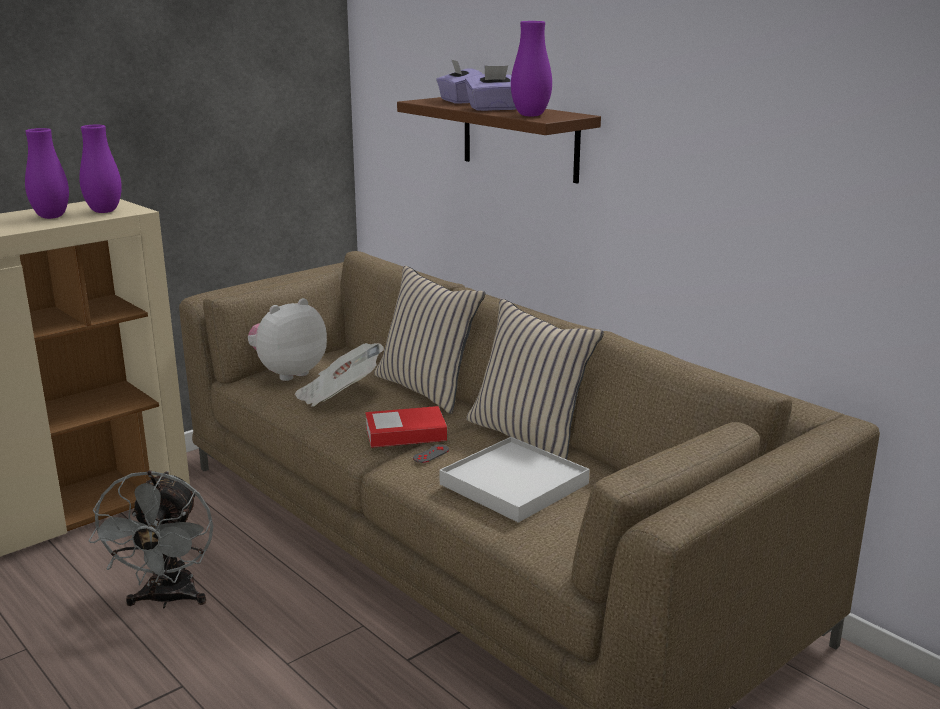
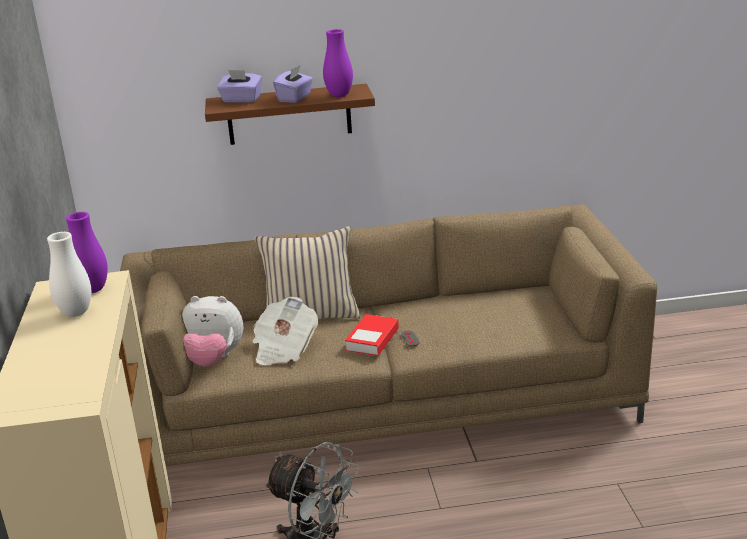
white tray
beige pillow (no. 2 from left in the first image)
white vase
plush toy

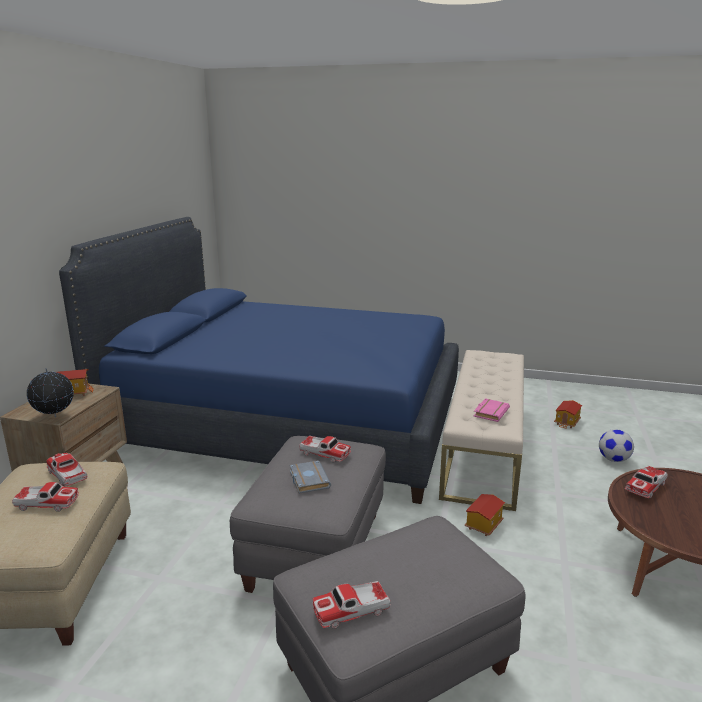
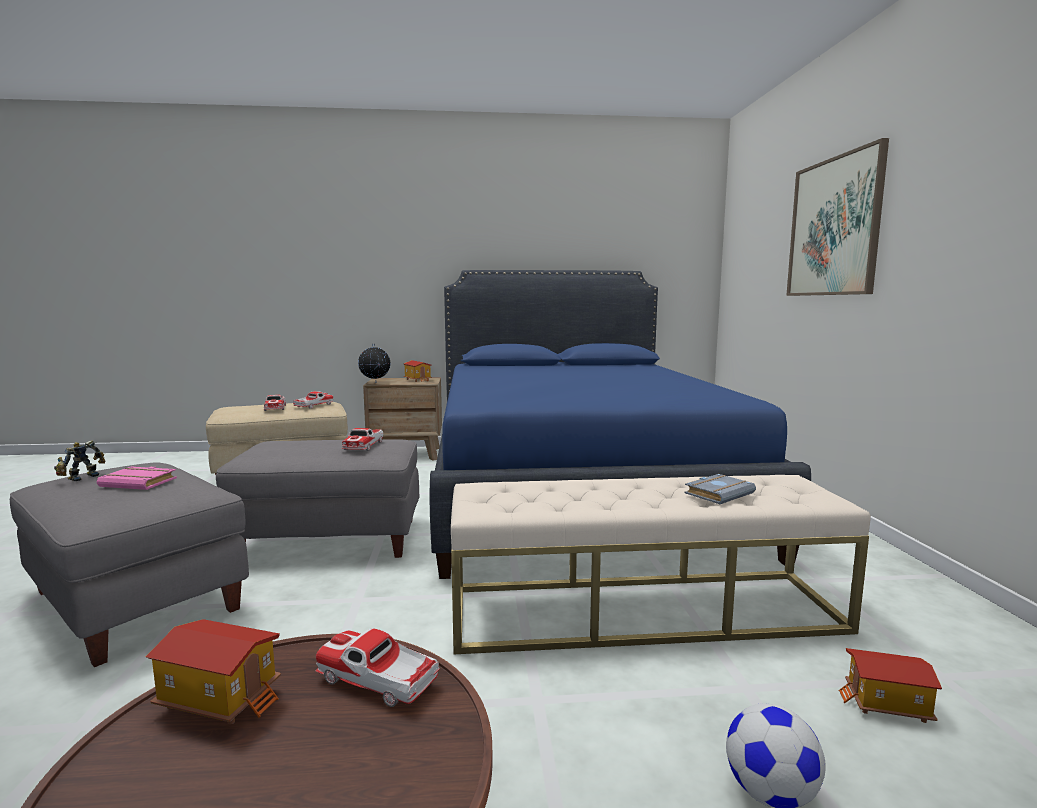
picture
grey book
toy house (no. 1 from left)
pink book
toy robot

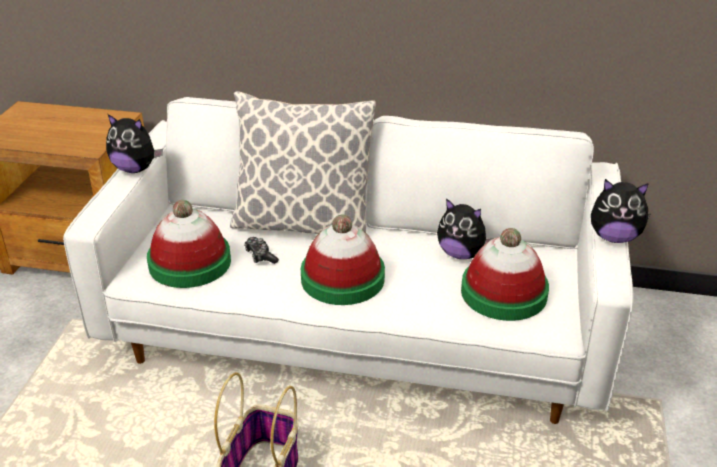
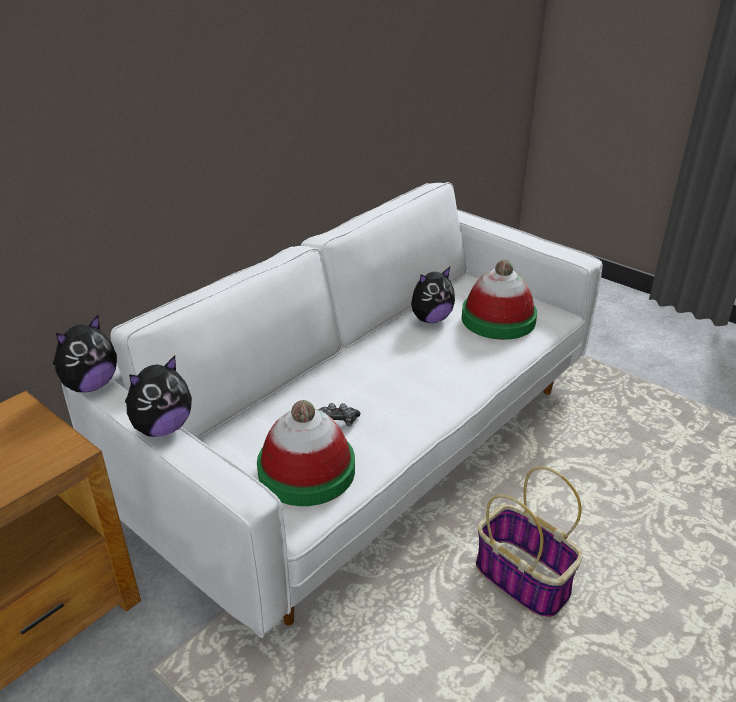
pillow
hat (no. 2 from left in the first image)
plush toy (no. 1 from left)

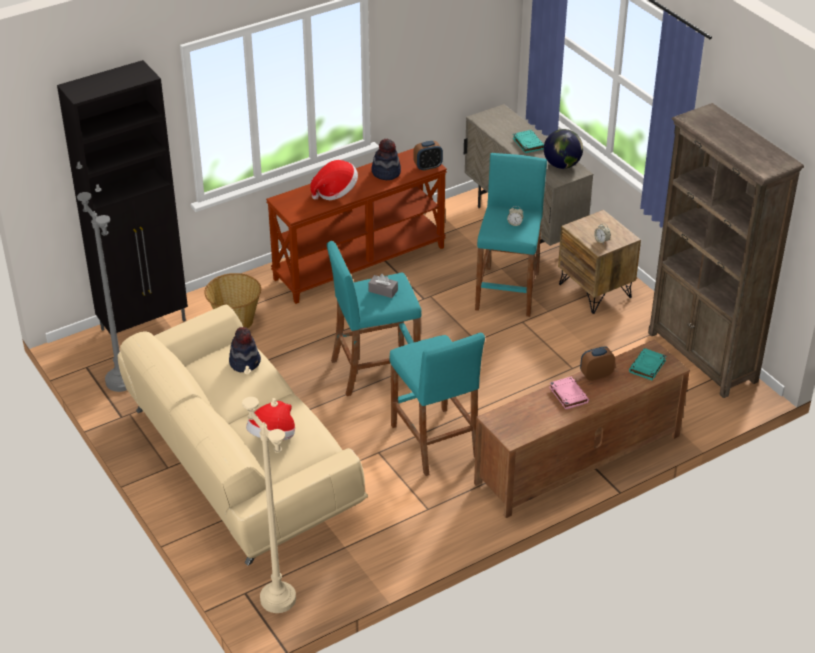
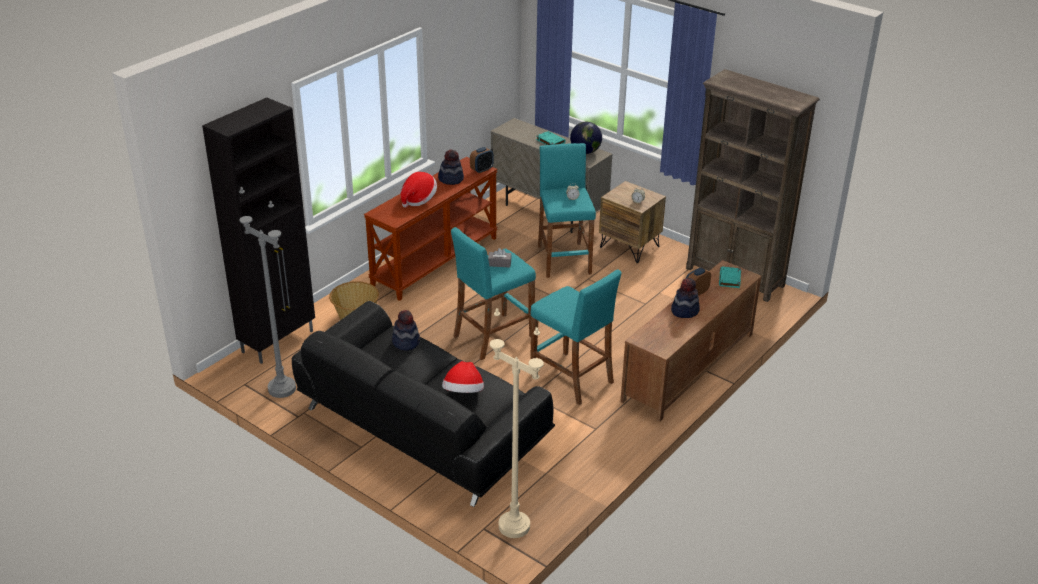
hat (no. 5 from left)
black sofa

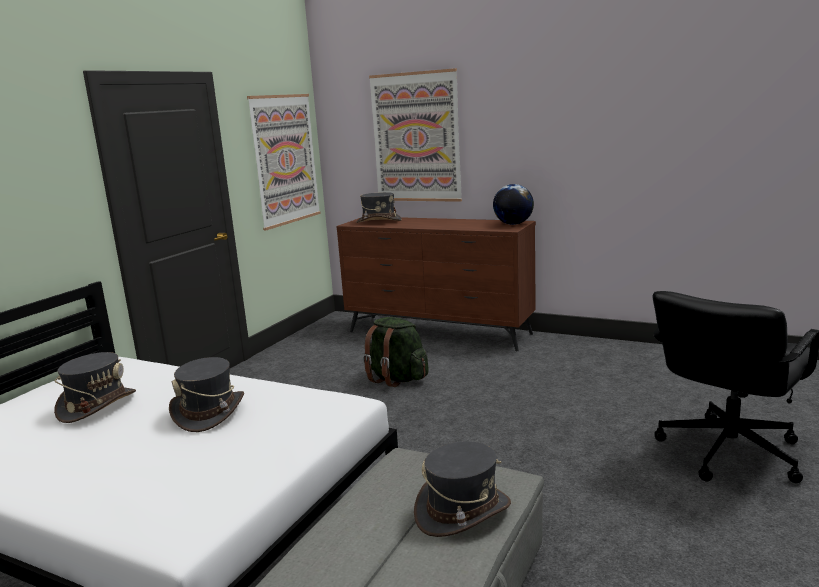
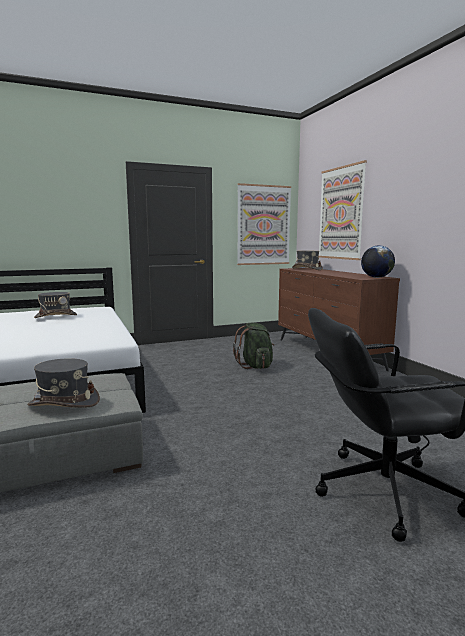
grey hat (no. 2 from left in the first image)

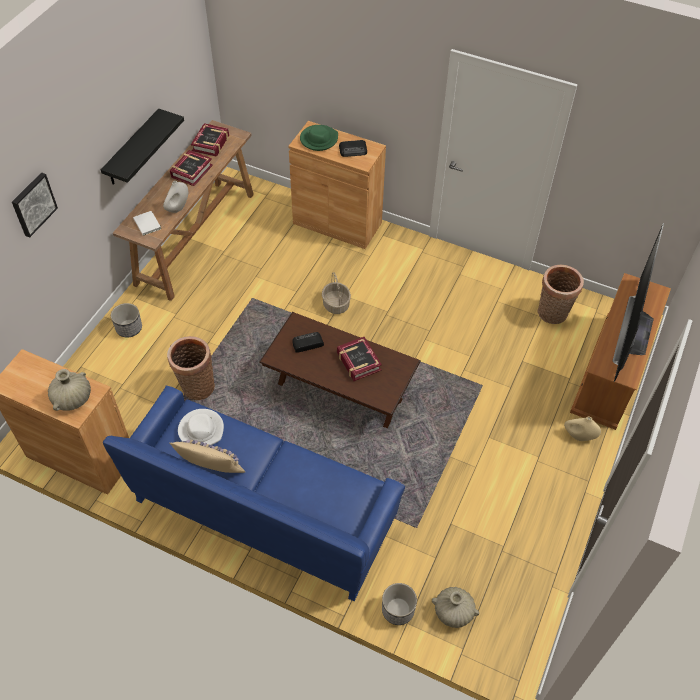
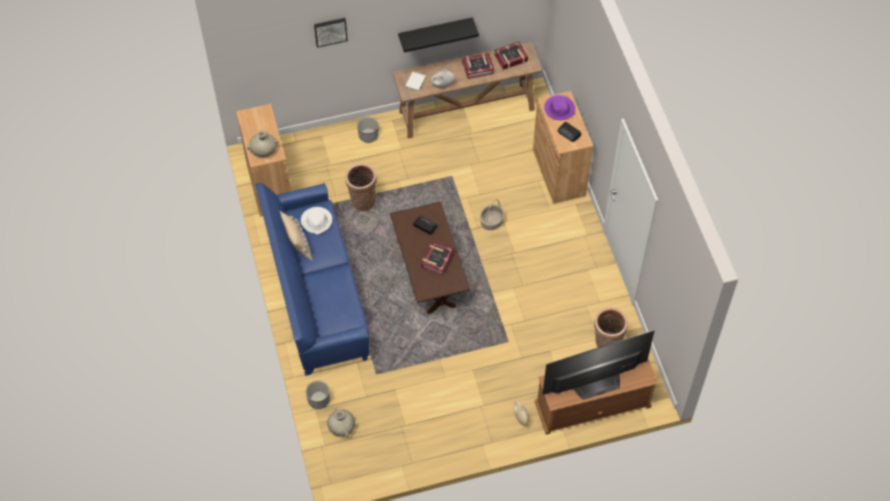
purple hat

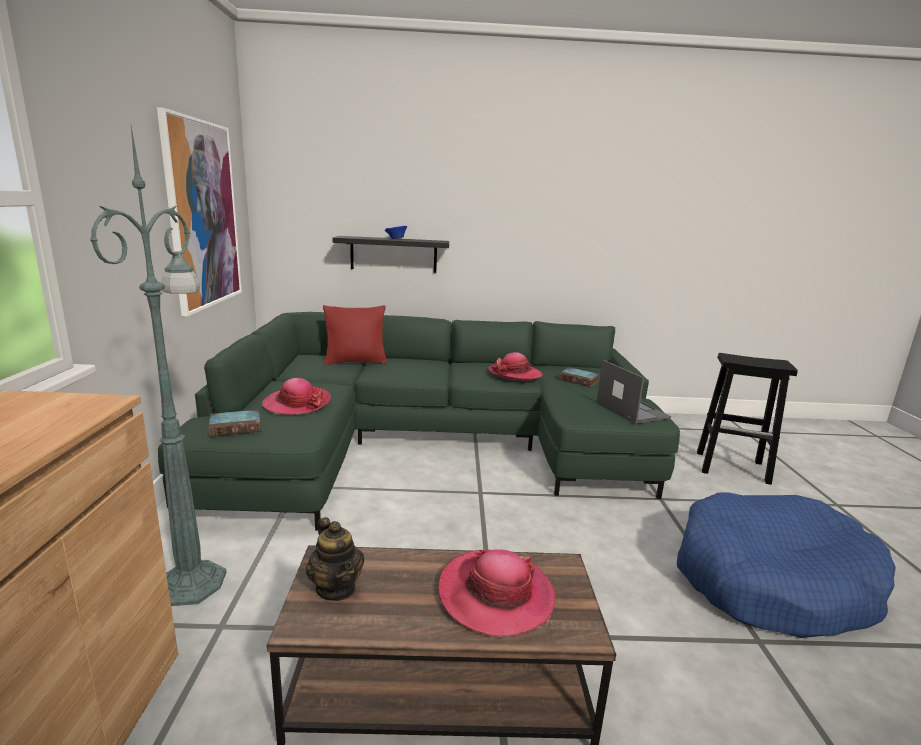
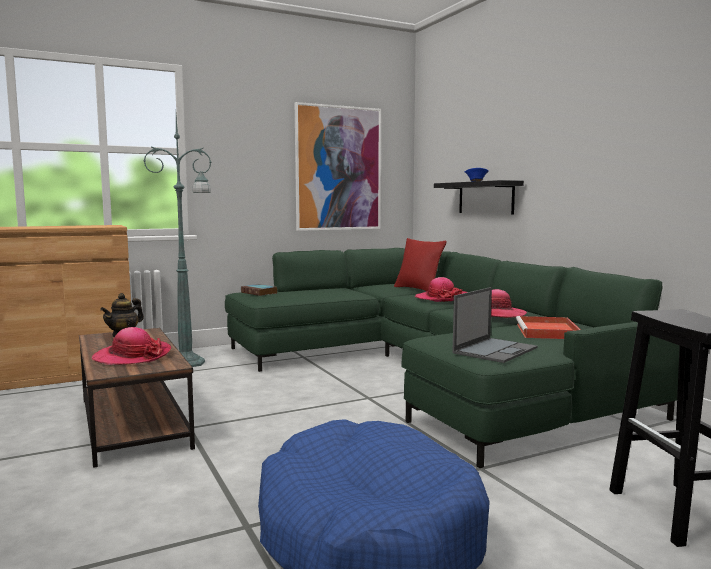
hat (no. 2 from left)
red tray

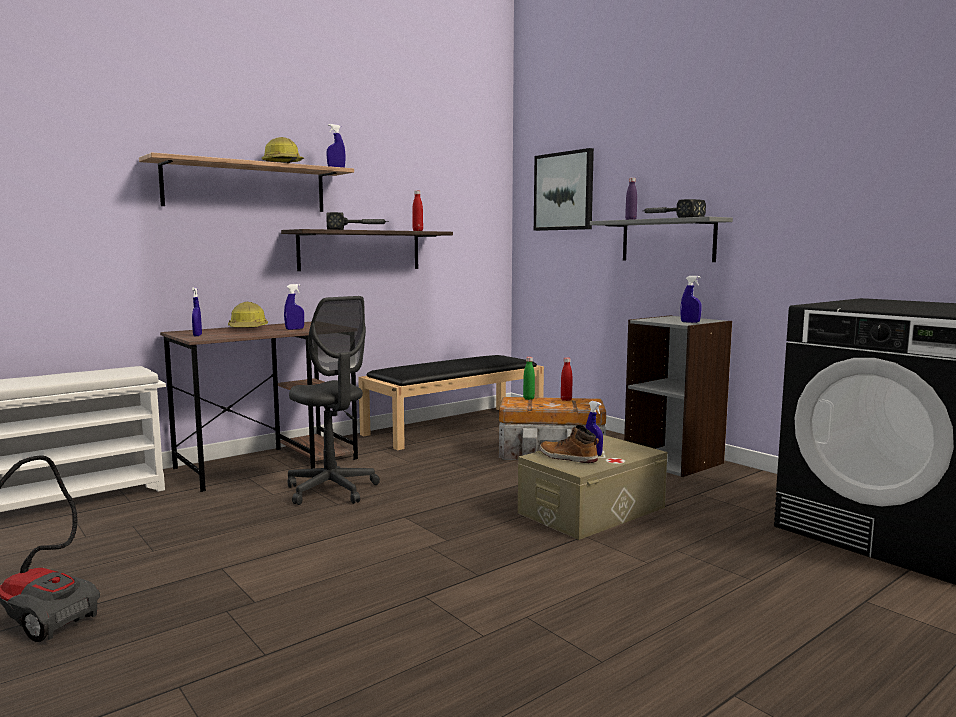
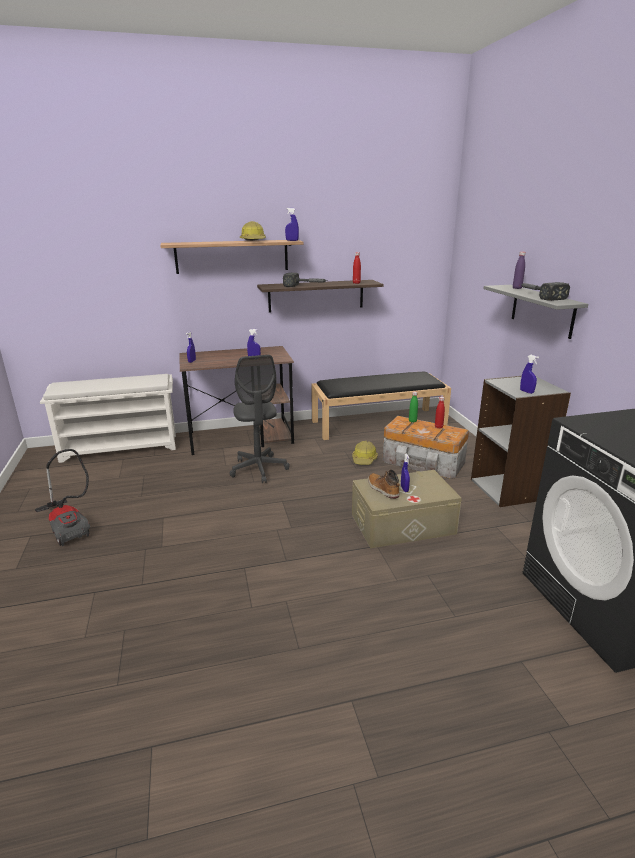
picture
hard hat (no. 2 from left)

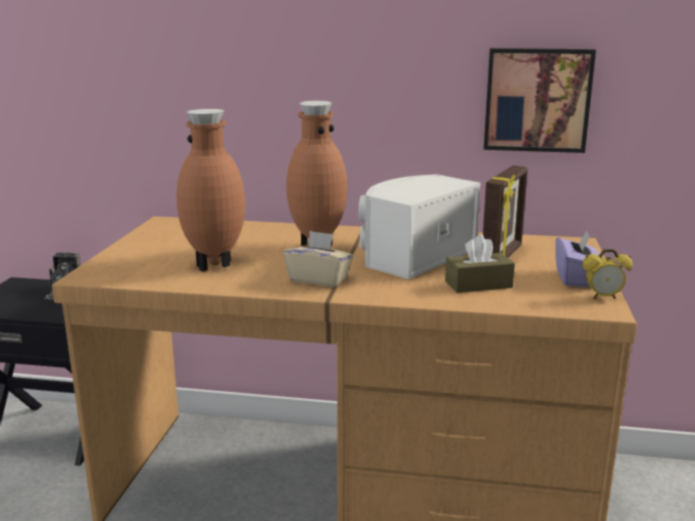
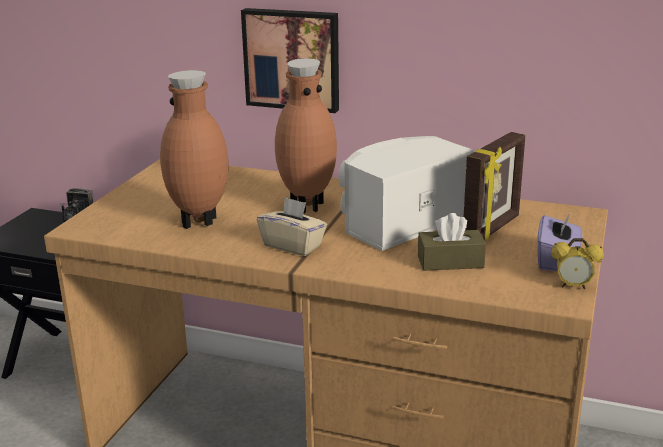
picture

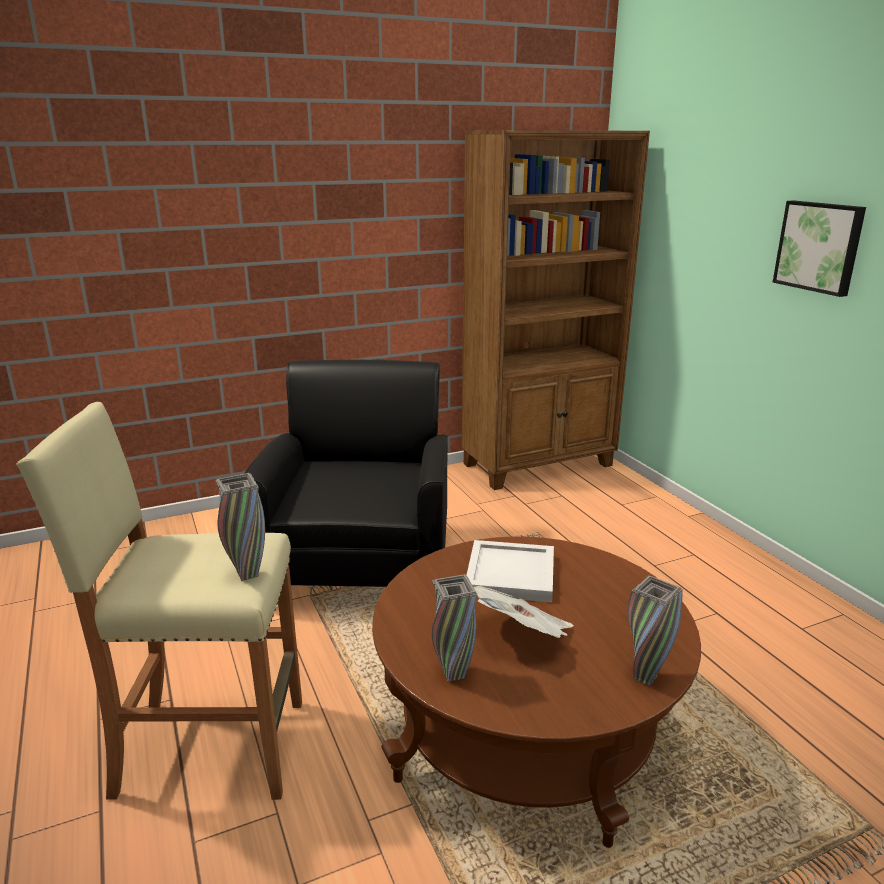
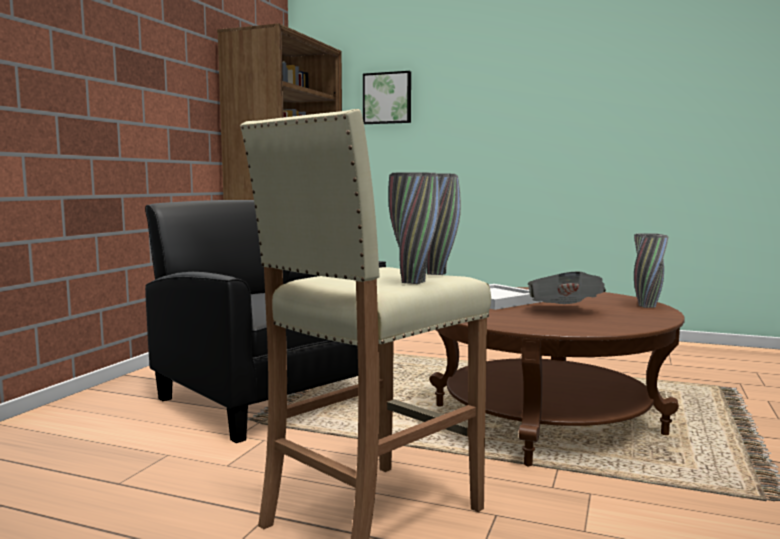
grey vase (no. 1 from left)
picture

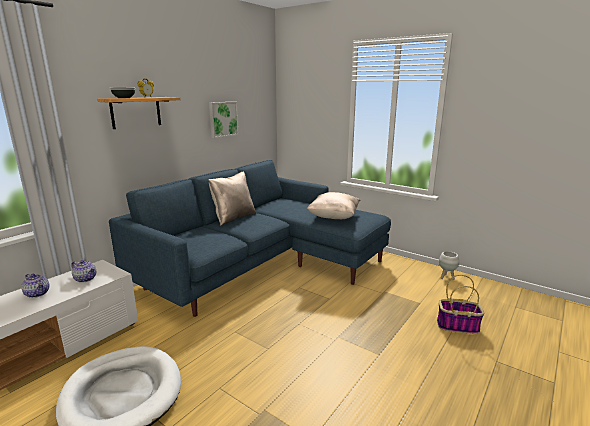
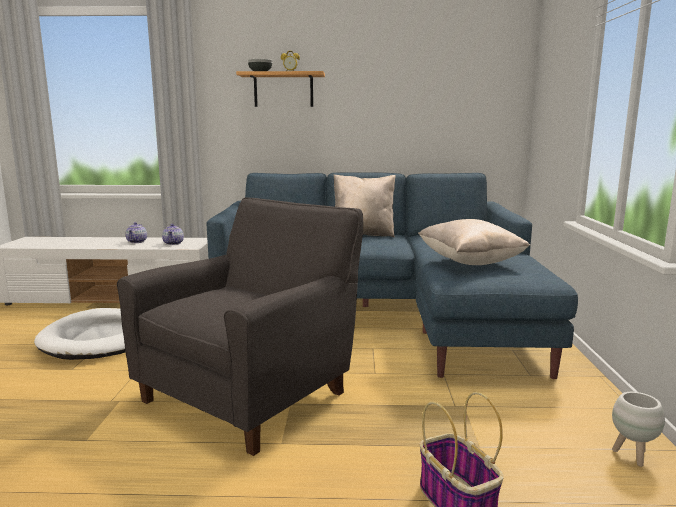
picture
grey armchair

